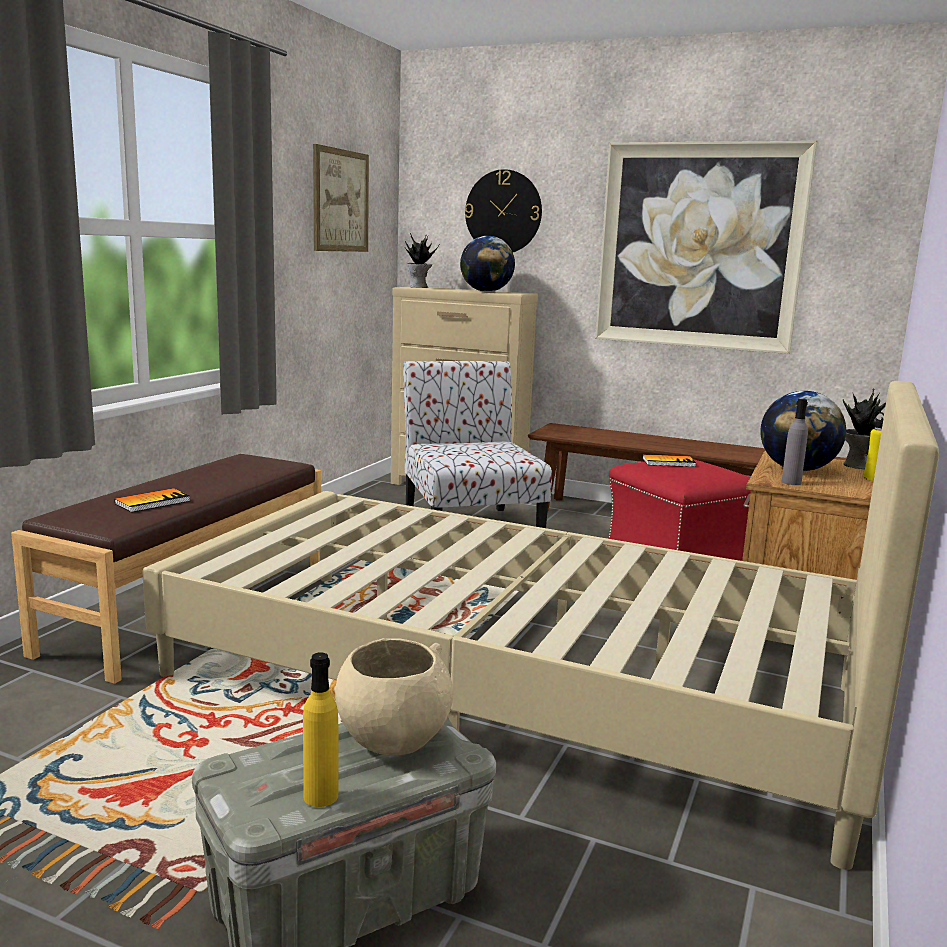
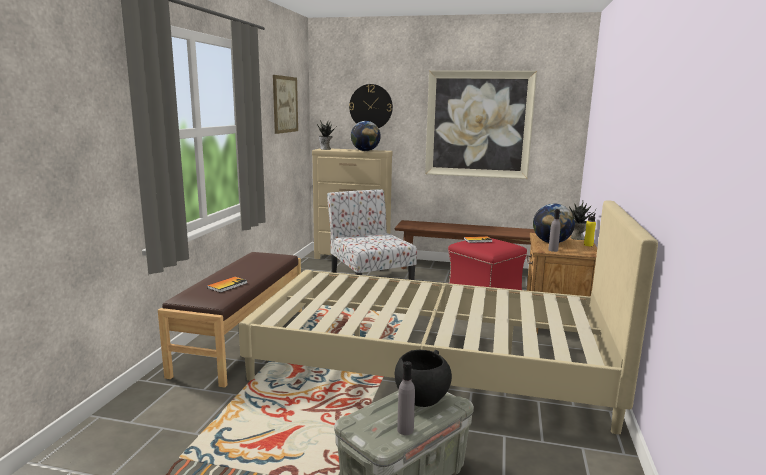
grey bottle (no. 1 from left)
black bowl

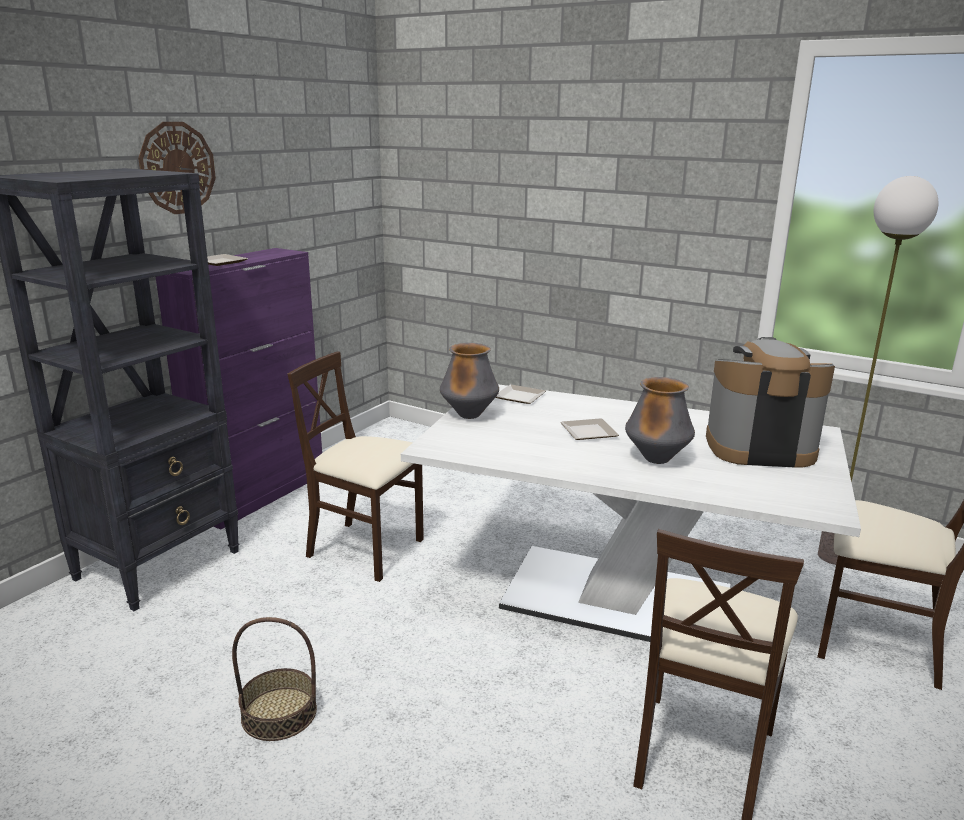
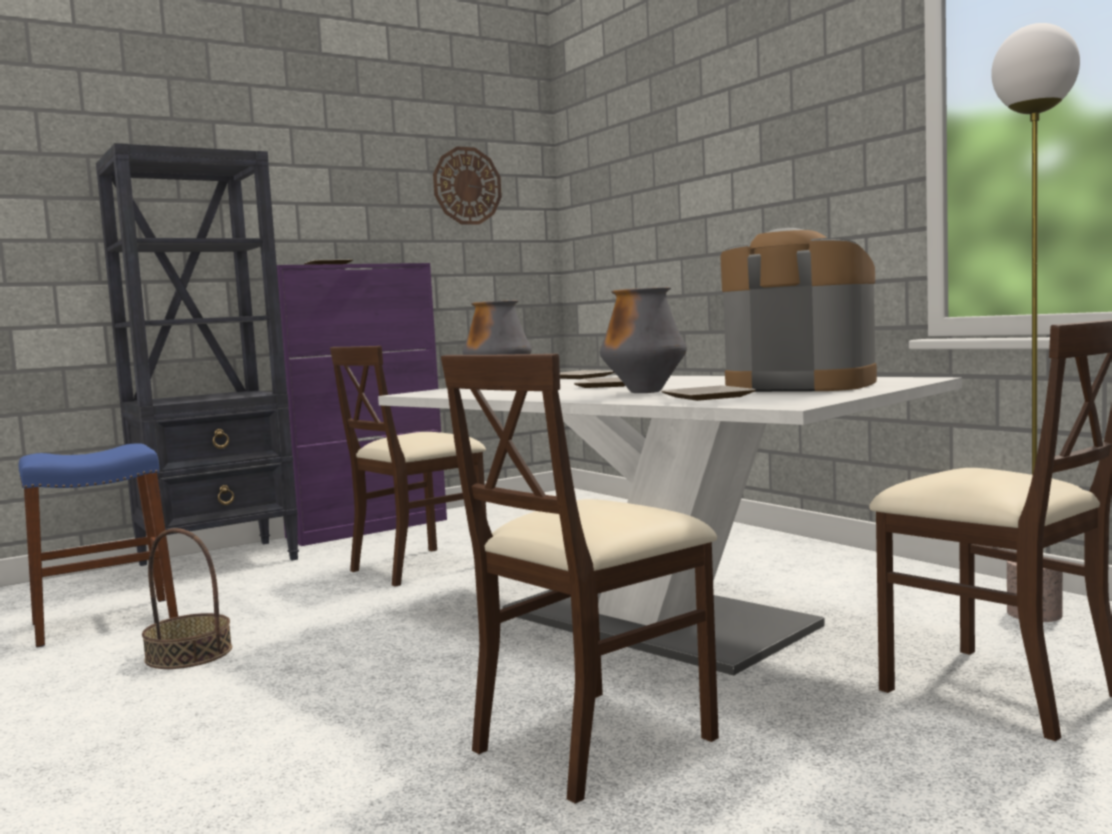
blue stool
plate (no. 4 from left)
wall clock
beige chair (no. 1 from left)

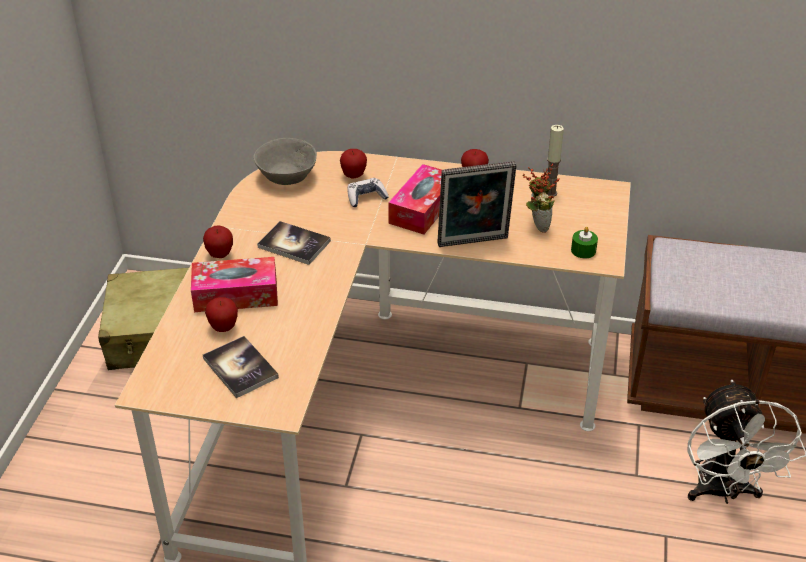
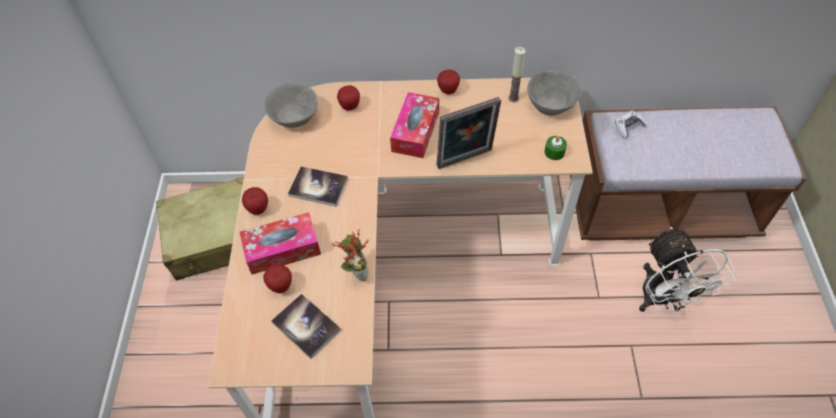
grey bowl (no. 2 from left)
game controller
potted plant

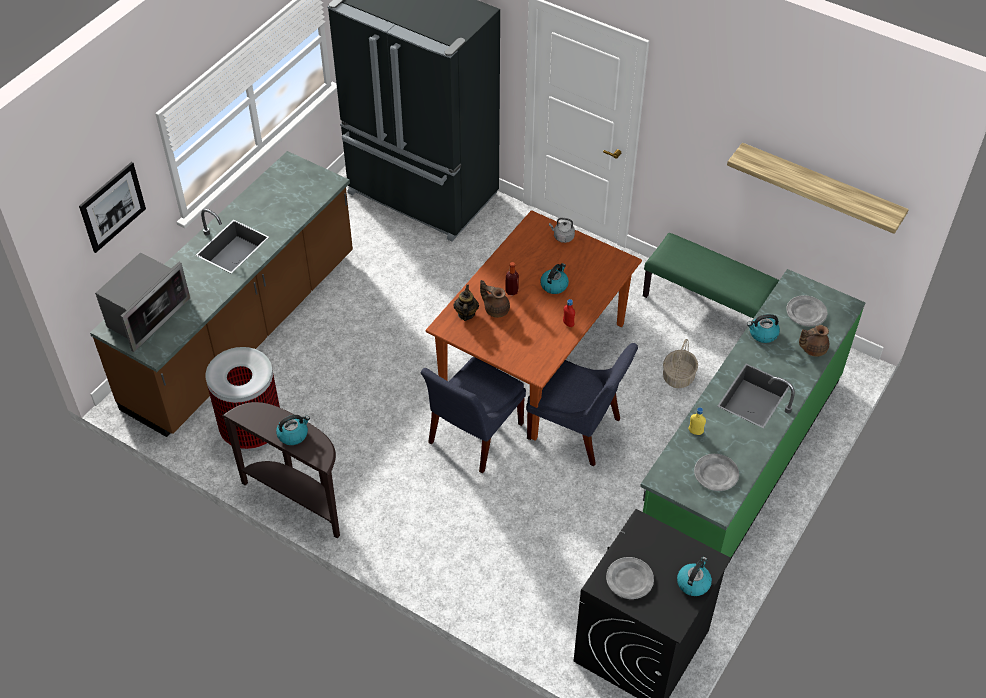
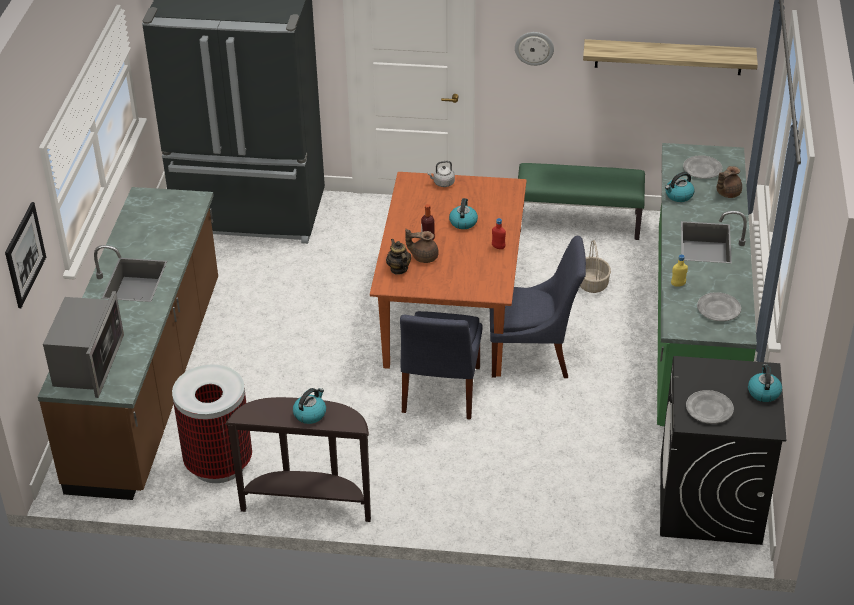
wall clock

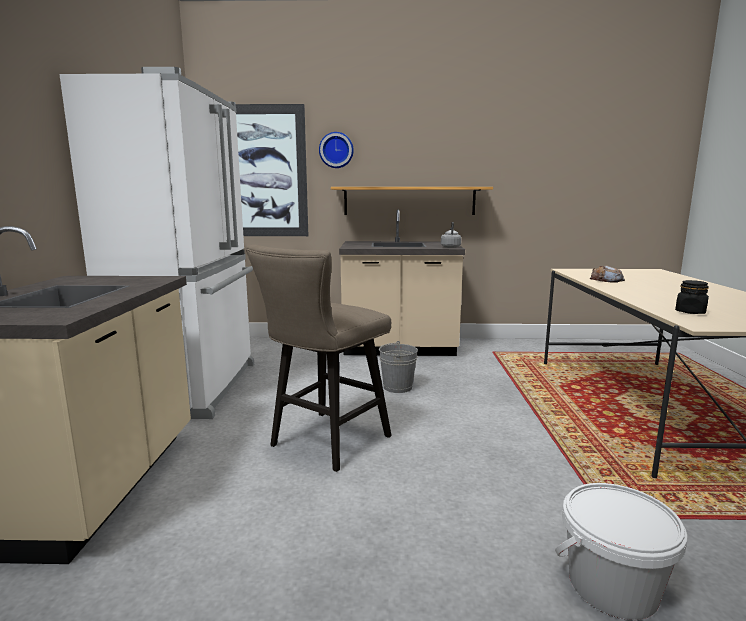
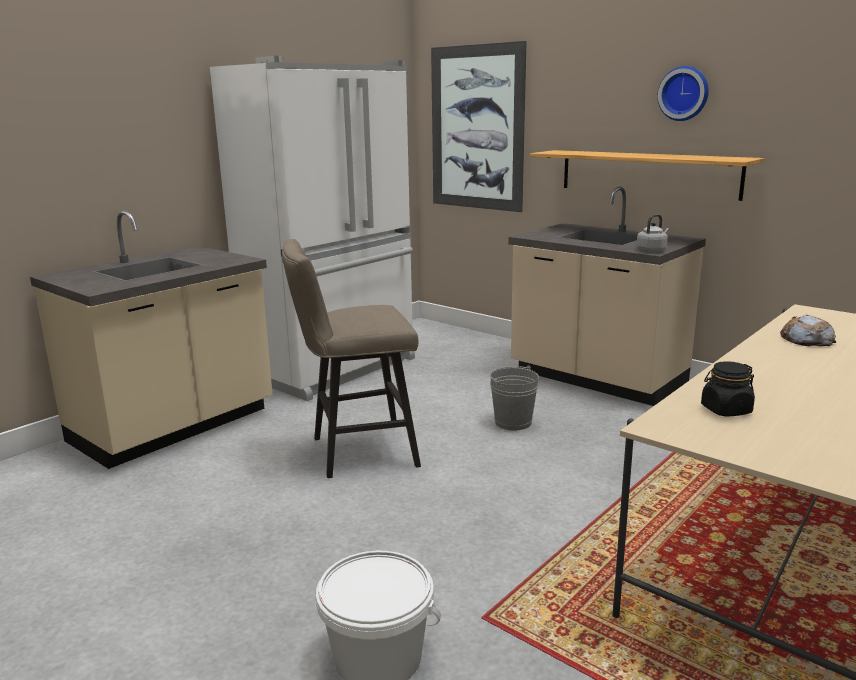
wall clock

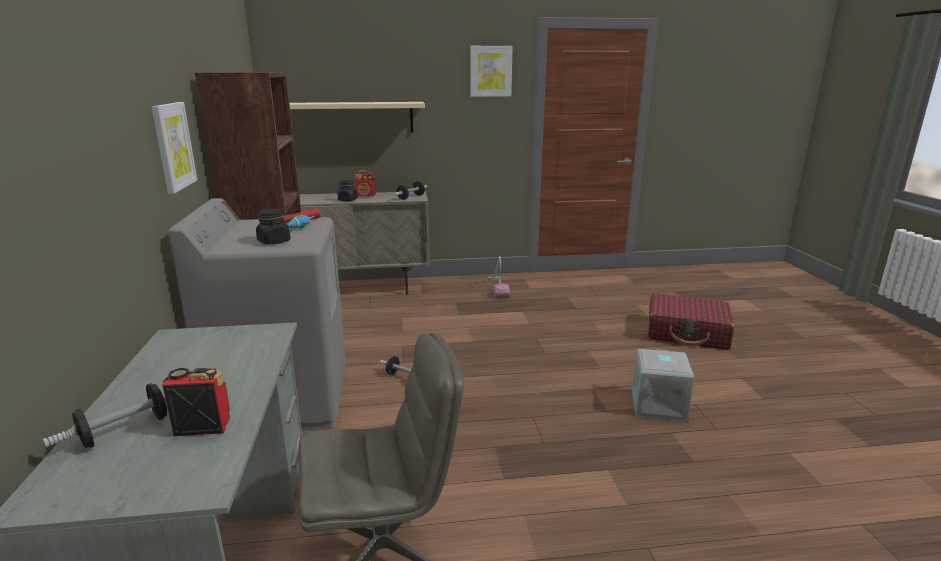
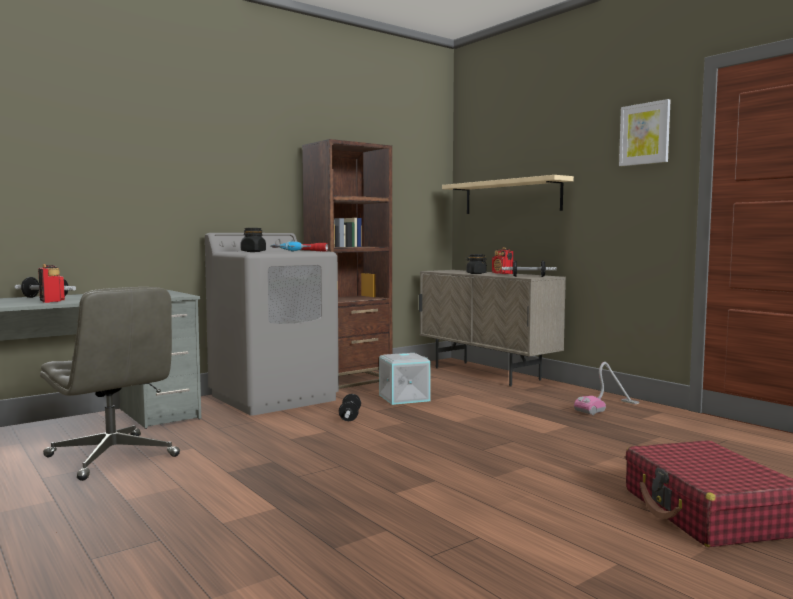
picture (no. 1 from left in the first image)
grey storage box

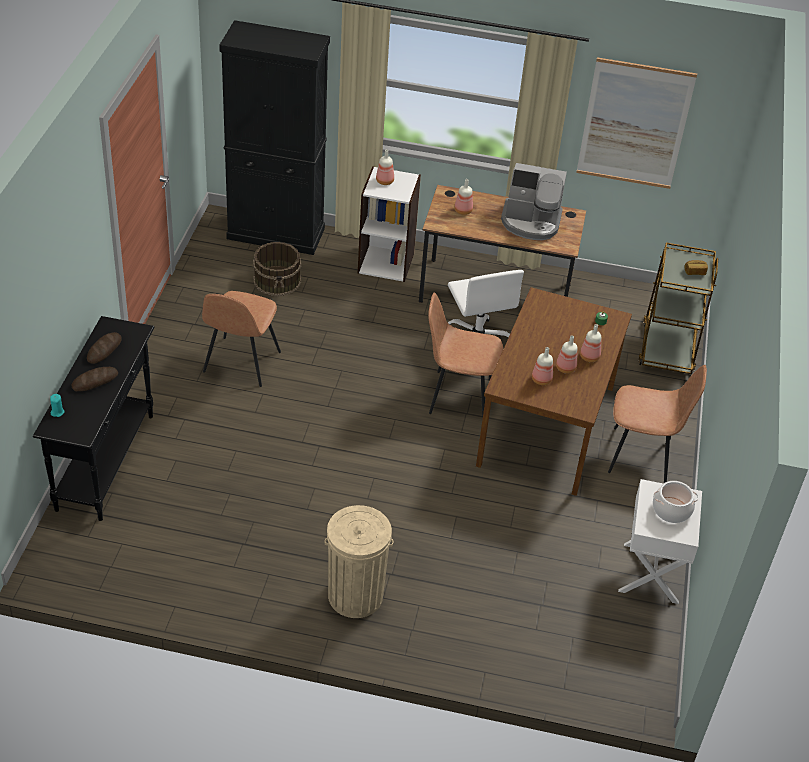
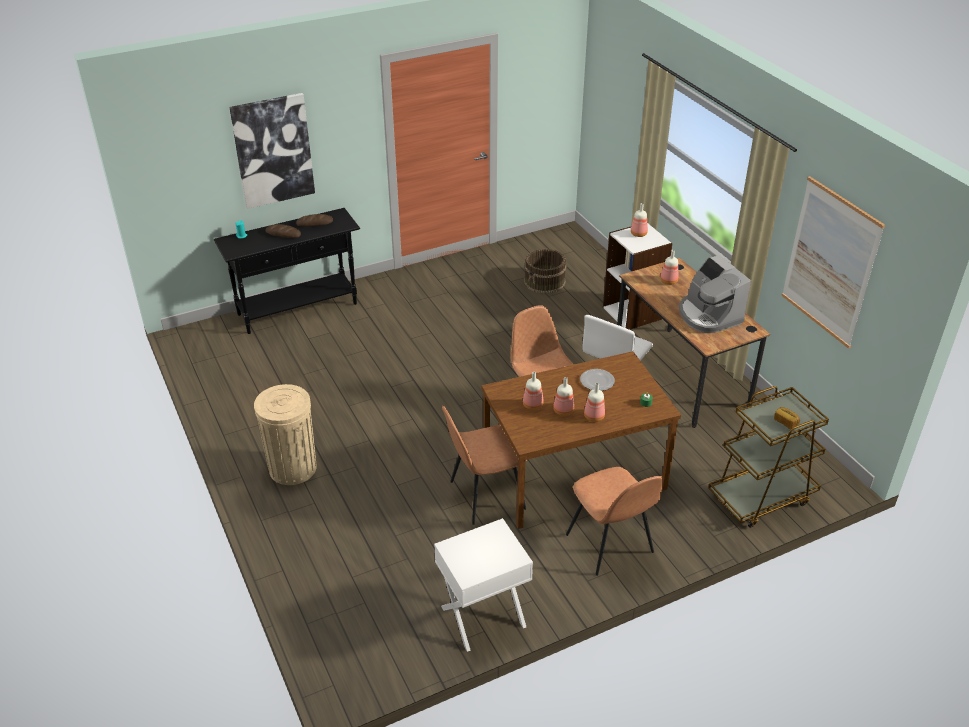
black cabinet
cooking pot
picture (no. 1 from left)
plate
brown chair (no. 1 from left)

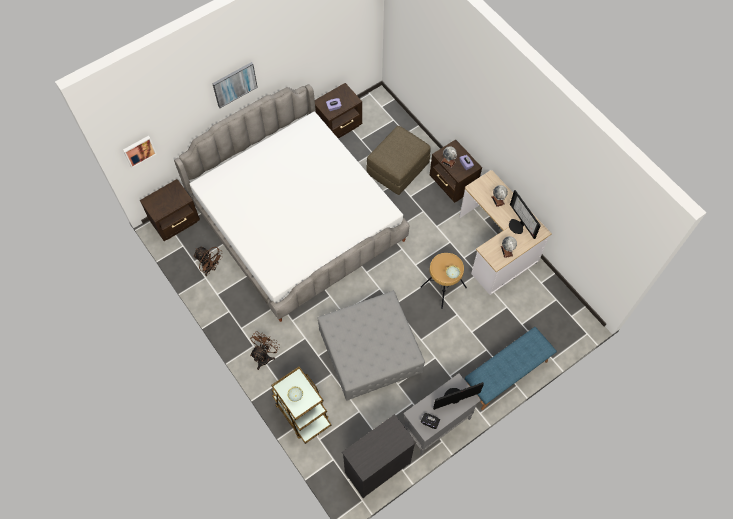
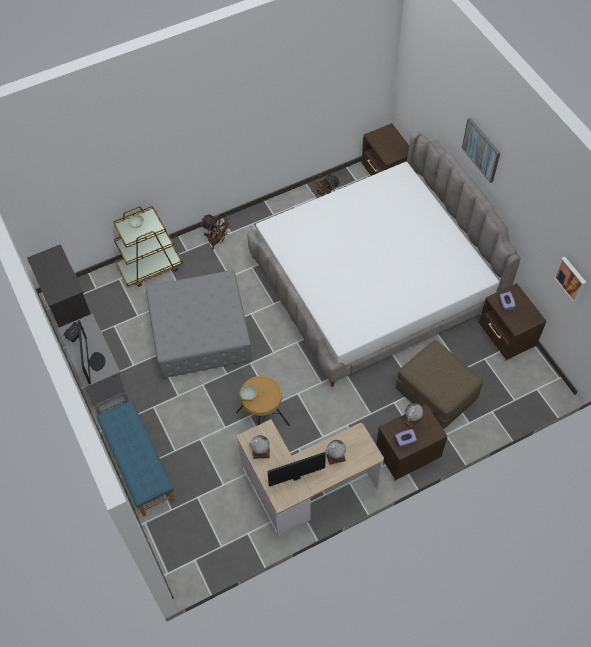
picture (no. 2 from left)

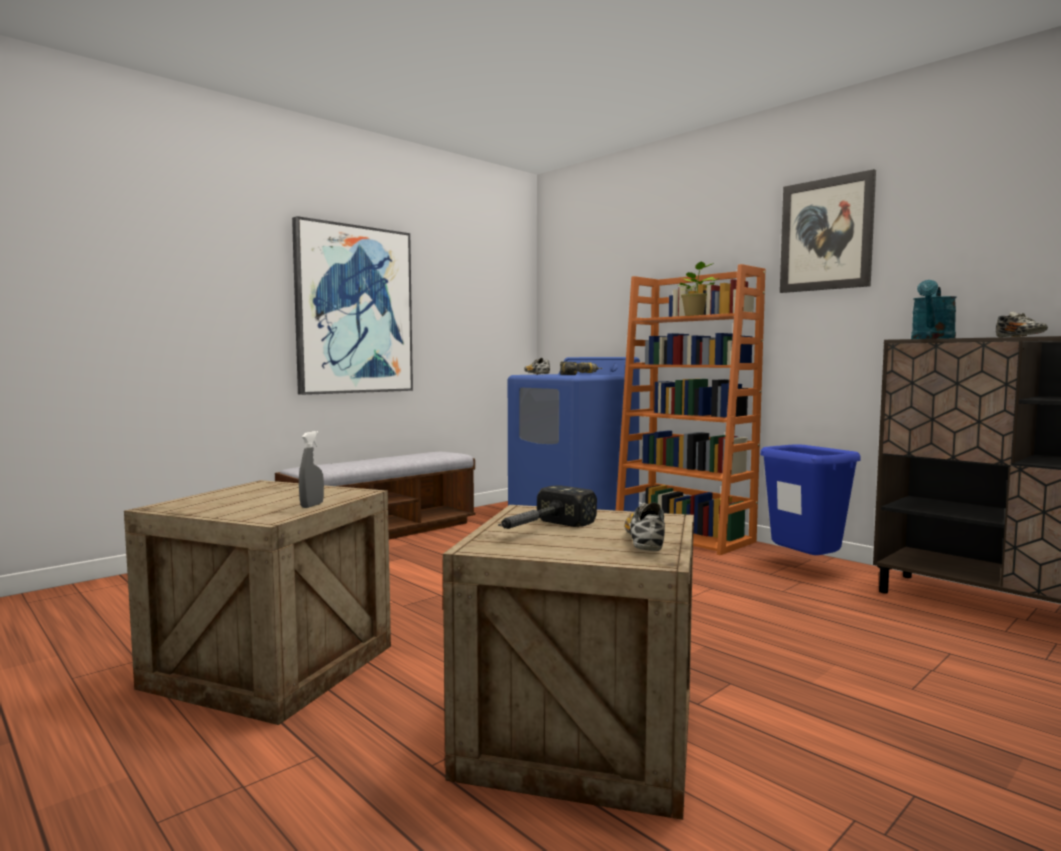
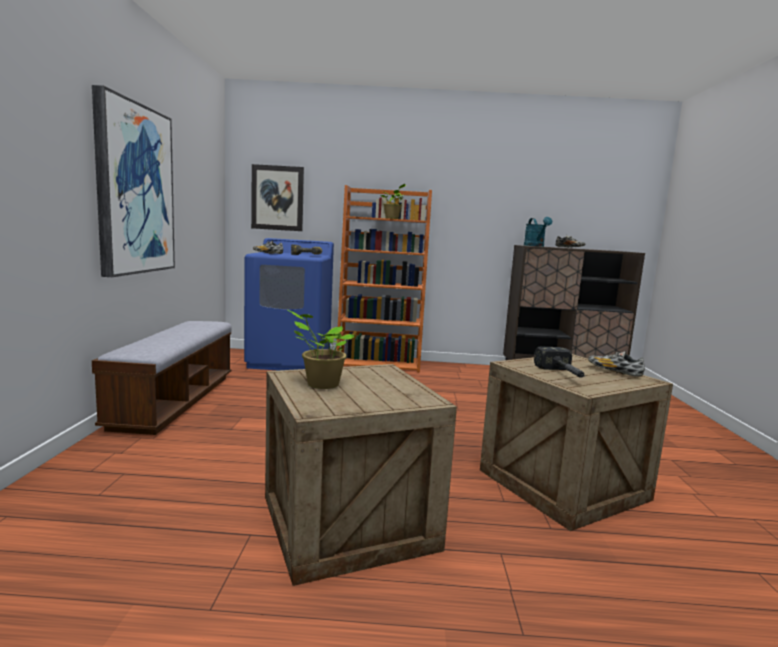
grey spray bottle
blue trash can
potted plant (no. 1 from left)
picture (no. 2 from left)

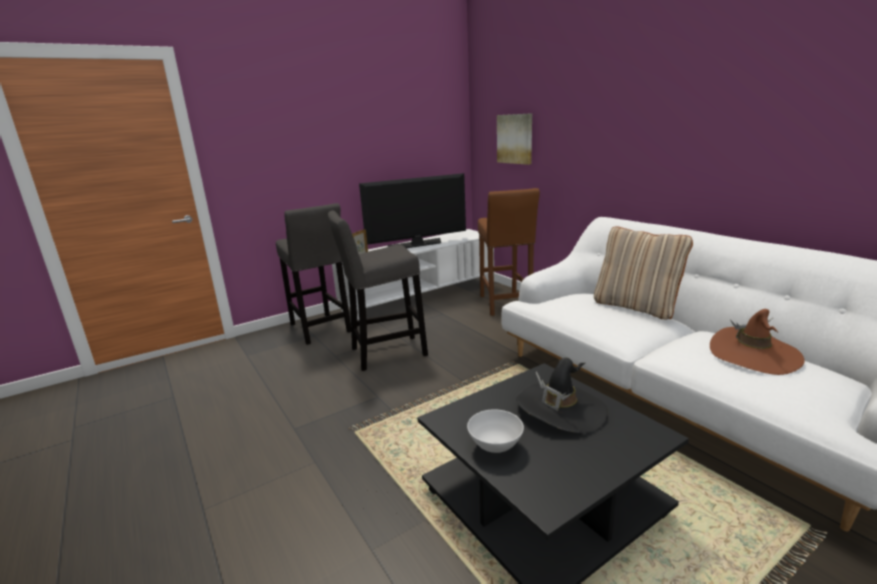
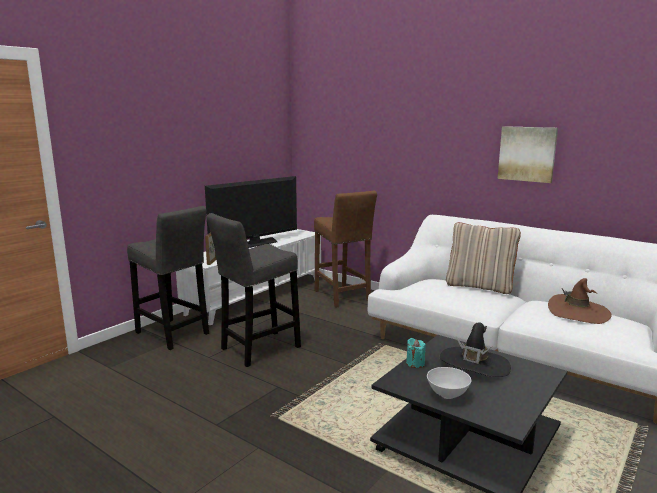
turquoise candle
picture

